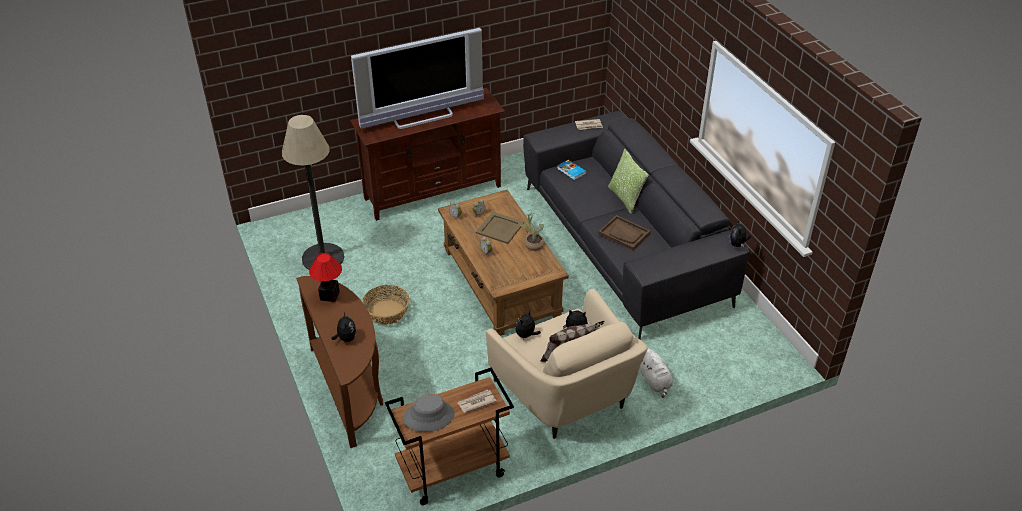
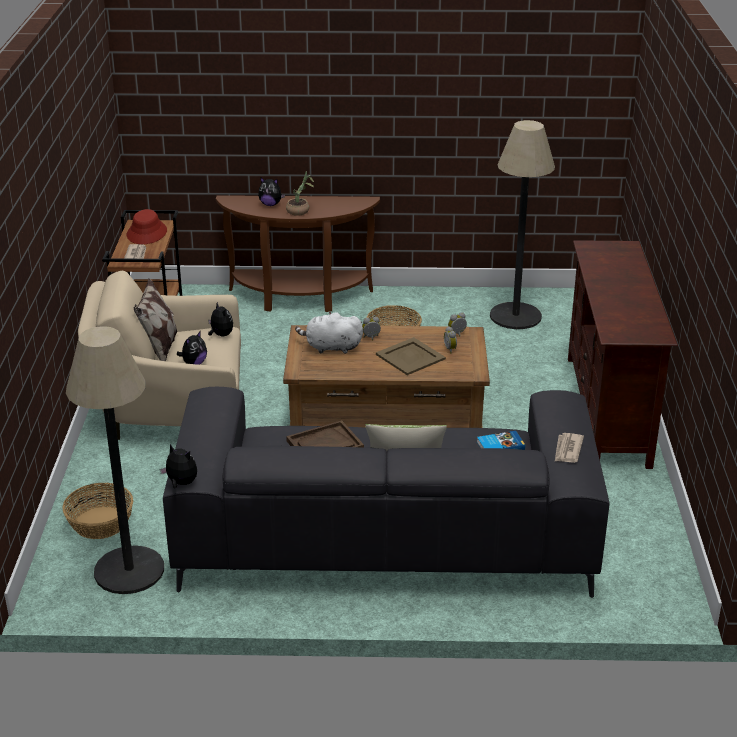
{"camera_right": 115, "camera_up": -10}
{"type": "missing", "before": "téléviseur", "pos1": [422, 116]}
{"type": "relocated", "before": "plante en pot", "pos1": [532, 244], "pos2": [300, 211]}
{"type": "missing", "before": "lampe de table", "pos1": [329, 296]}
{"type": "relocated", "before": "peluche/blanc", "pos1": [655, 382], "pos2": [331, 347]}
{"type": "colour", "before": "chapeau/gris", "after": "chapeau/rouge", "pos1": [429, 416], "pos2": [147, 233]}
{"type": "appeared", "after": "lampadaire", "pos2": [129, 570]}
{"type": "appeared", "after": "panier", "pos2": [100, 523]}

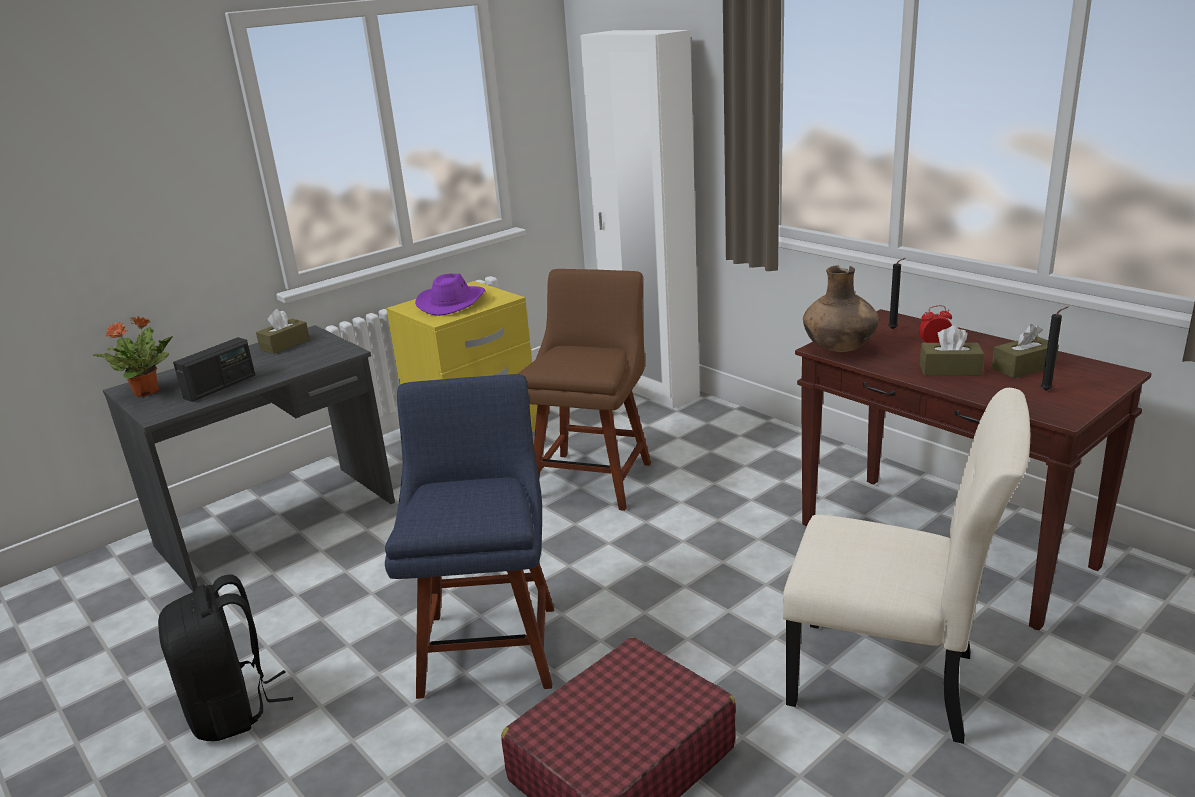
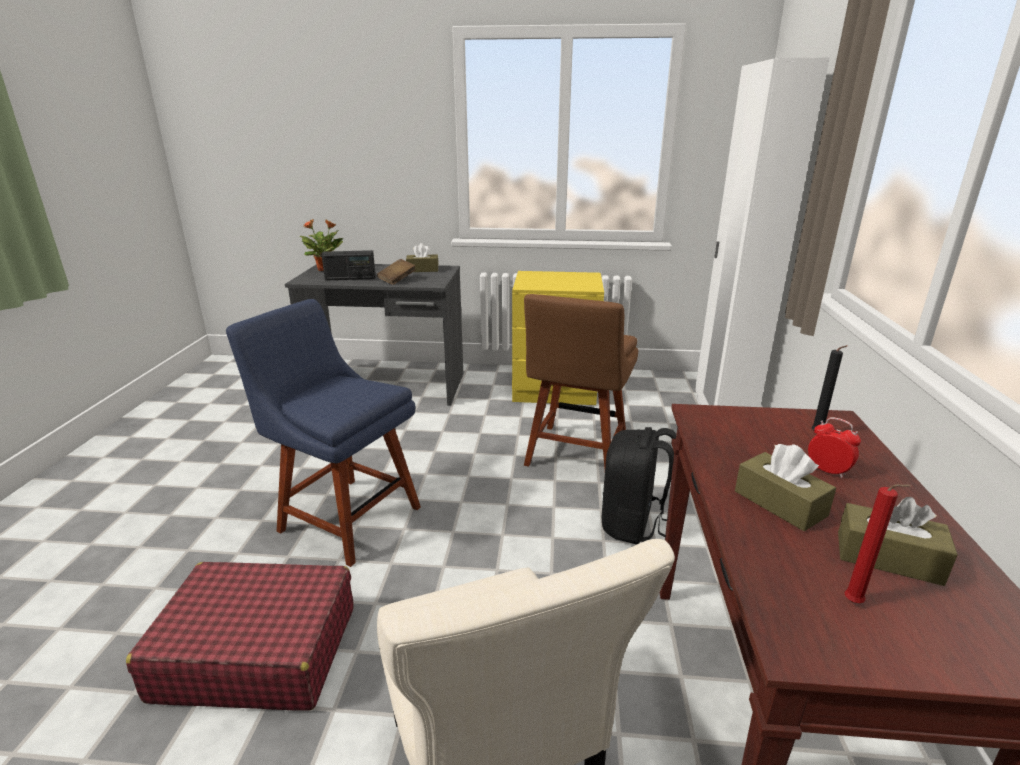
{"camera_right": 45, "camera_up": 0}
{"type": "missing", "before": "vase/marron", "pos1": [839, 349]}
{"type": "spun", "before": "chaise/marron", "pos1": [594, 477], "pos2": [575, 455], "turn": 135}
{"type": "missing", "before": "chapeau/violet", "pos1": [452, 302]}
{"type": "colour", "before": "bougie/noir", "after": "bougie/rouge", "pos1": [1048, 390], "pos2": [855, 604]}
{"type": "spun", "before": "chaise/bleu", "pos1": [489, 643], "pos2": [345, 516], "turn": -105}
{"type": "relocated", "before": "sac à dos/noir", "pos1": [233, 709], "pos2": [634, 524]}
{"type": "appeared", "after": "livre/marron", "pos2": [397, 280]}

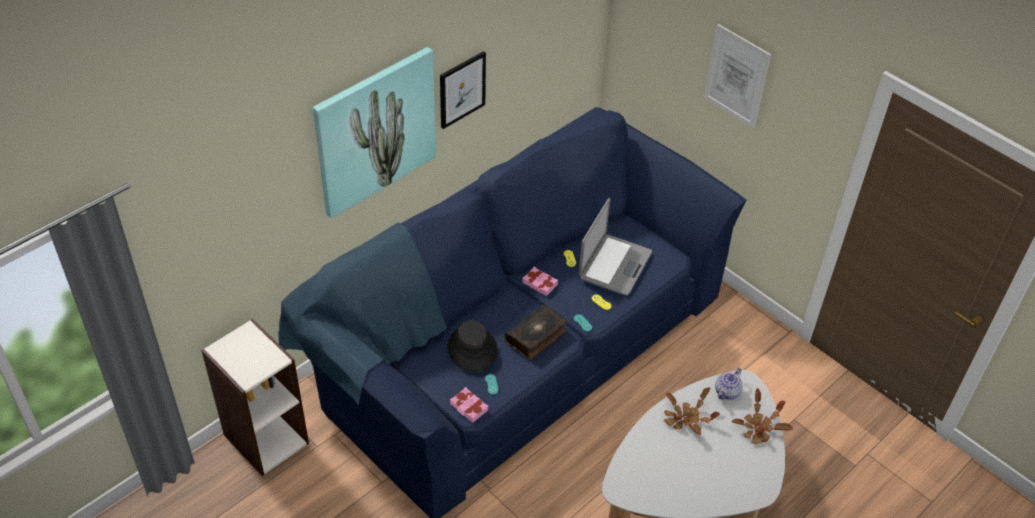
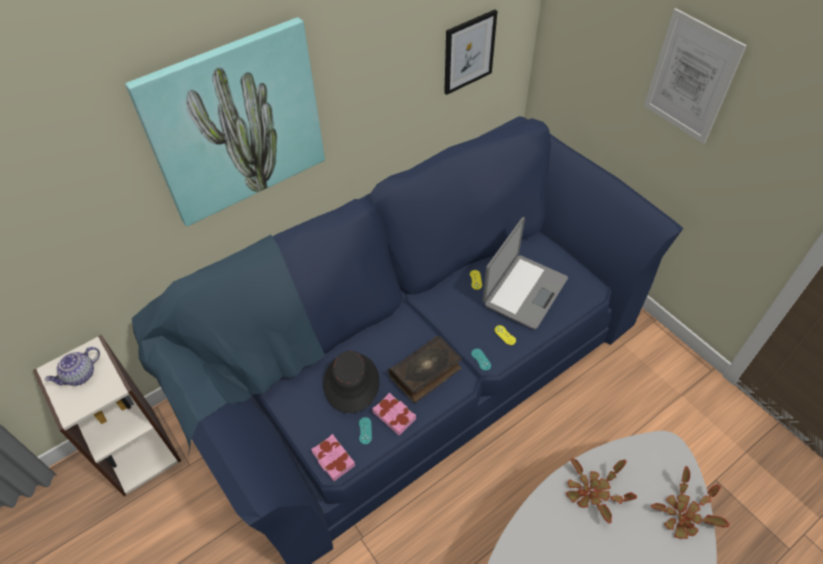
{"camera_right": 10, "camera_up": 5}
{"type": "relocated", "before": "tableau", "pos1": [462, 89], "pos2": [469, 52]}
{"type": "relocated", "before": "livre/rose", "pos1": [540, 283], "pos2": [394, 415]}
{"type": "relocated", "before": "théière", "pos1": [727, 392], "pos2": [80, 375]}

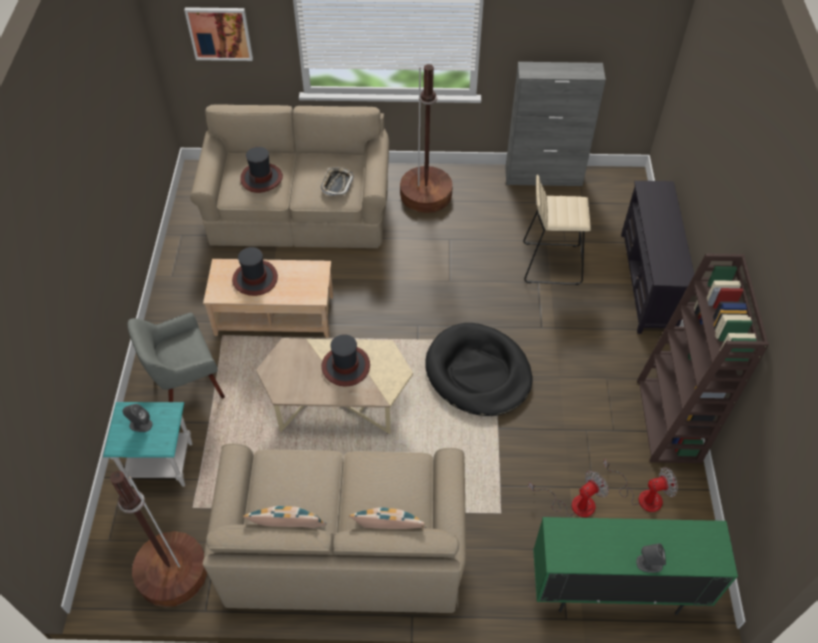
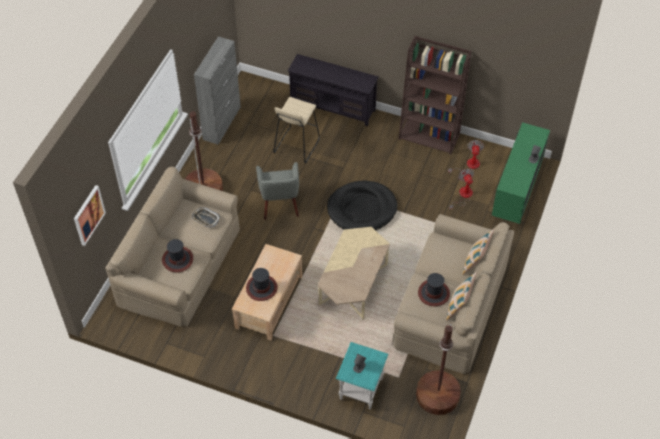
{"camera_right": -70, "camera_up": 0}
{"type": "relocated", "before": "fauteuil/gris", "pos1": [187, 386], "pos2": [279, 204]}
{"type": "relocated", "before": "chapeau", "pos1": [346, 366], "pos2": [434, 293]}

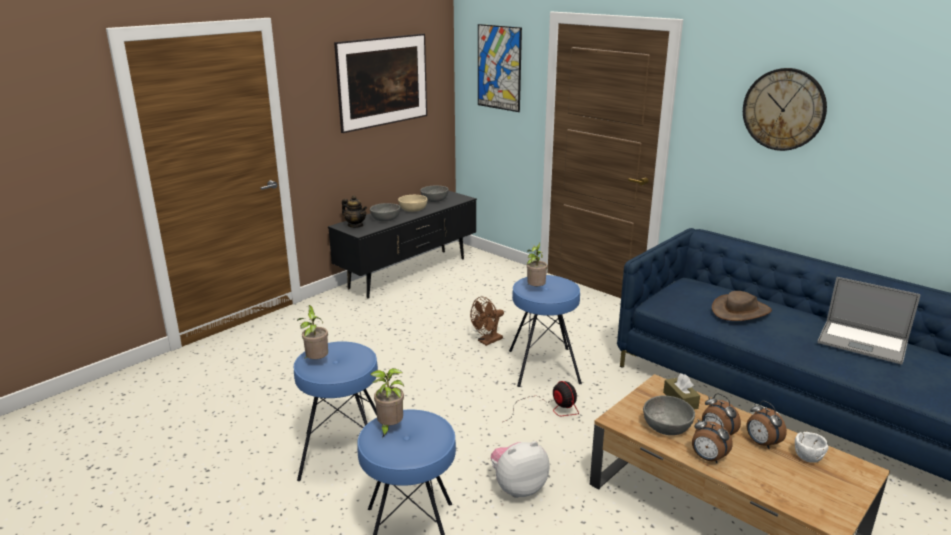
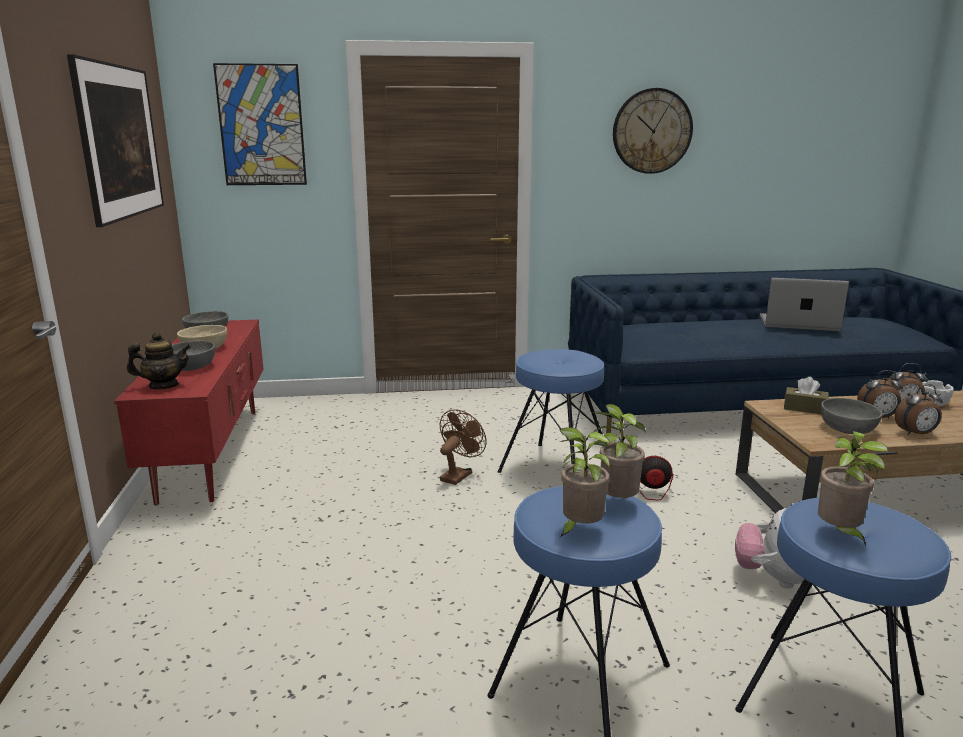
{"camera_right": -50, "camera_up": -5}
{"type": "colour", "before": "meuble télé/noir", "after": "meuble télé/rouge", "pos1": [409, 273], "pos2": [213, 453]}
{"type": "relocated", "before": "plante en pot", "pos1": [535, 289], "pos2": [615, 503]}
{"type": "spun", "before": "ordinateur portable", "pos1": [862, 342], "pos2": [798, 323], "turn": -150}
{"type": "missing", "before": "chapeau/marron", "pos1": [741, 311]}
{"type": "spun", "before": "ventilateur/marron", "pos1": [487, 341], "pos2": [458, 475], "turn": -150}

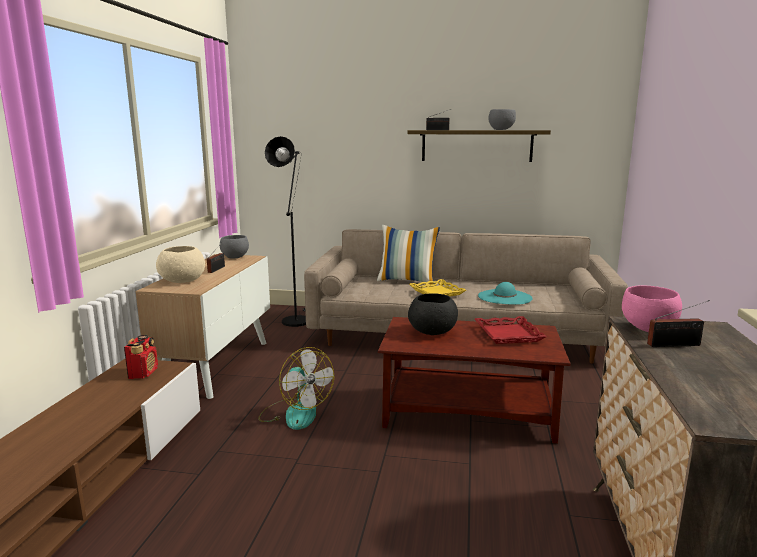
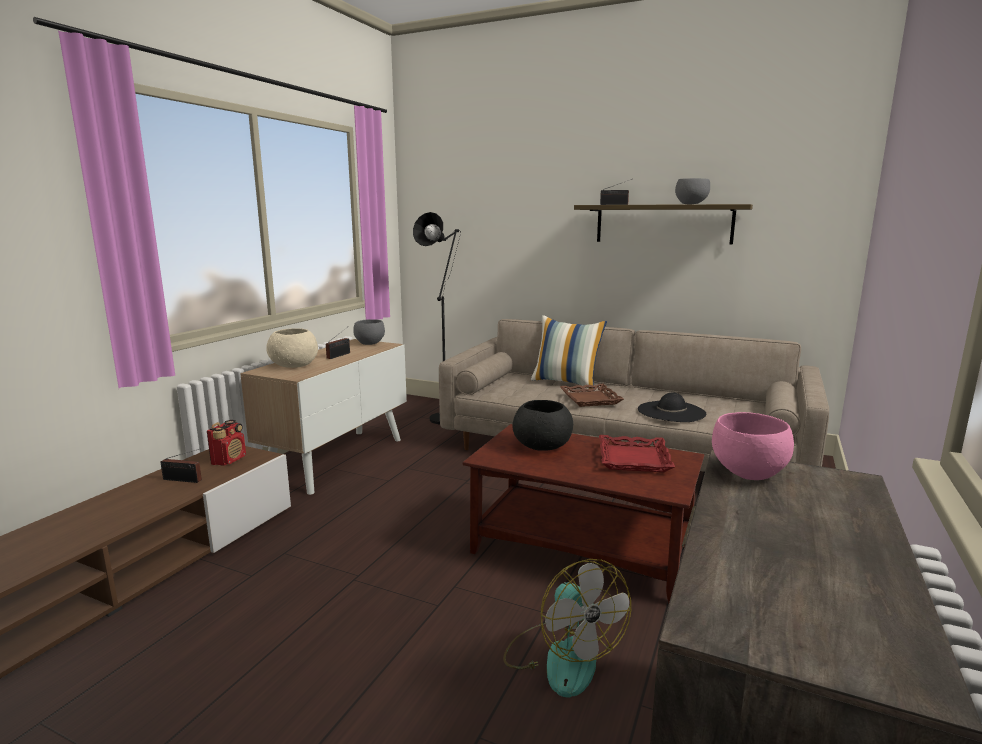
{"camera_right": 15, "camera_up": 0}
{"type": "colour", "before": "plateau/jaune", "after": "plateau/marron", "pos1": [436, 292], "pos2": [590, 399]}
{"type": "colour", "before": "chapeau/turquoise", "after": "chapeau/noir", "pos1": [505, 297], "pos2": [671, 411]}
{"type": "relocated", "before": "radio", "pos1": [676, 345], "pos2": [184, 480]}
{"type": "relocated", "before": "ventilateur", "pos1": [295, 413], "pos2": [561, 656]}

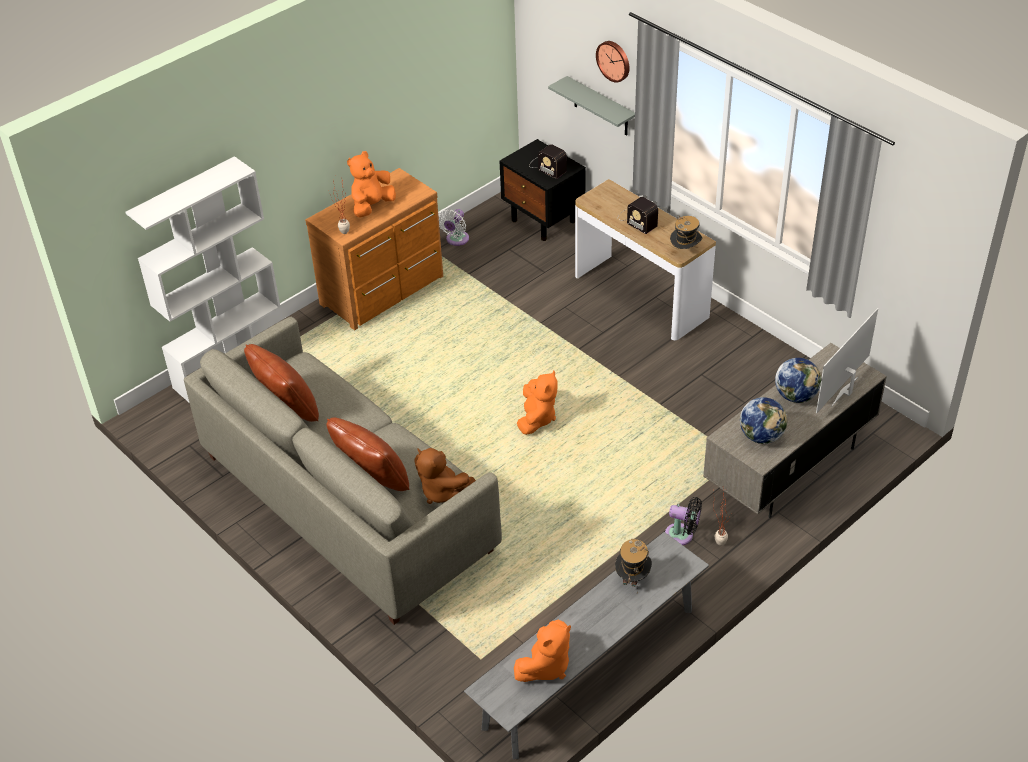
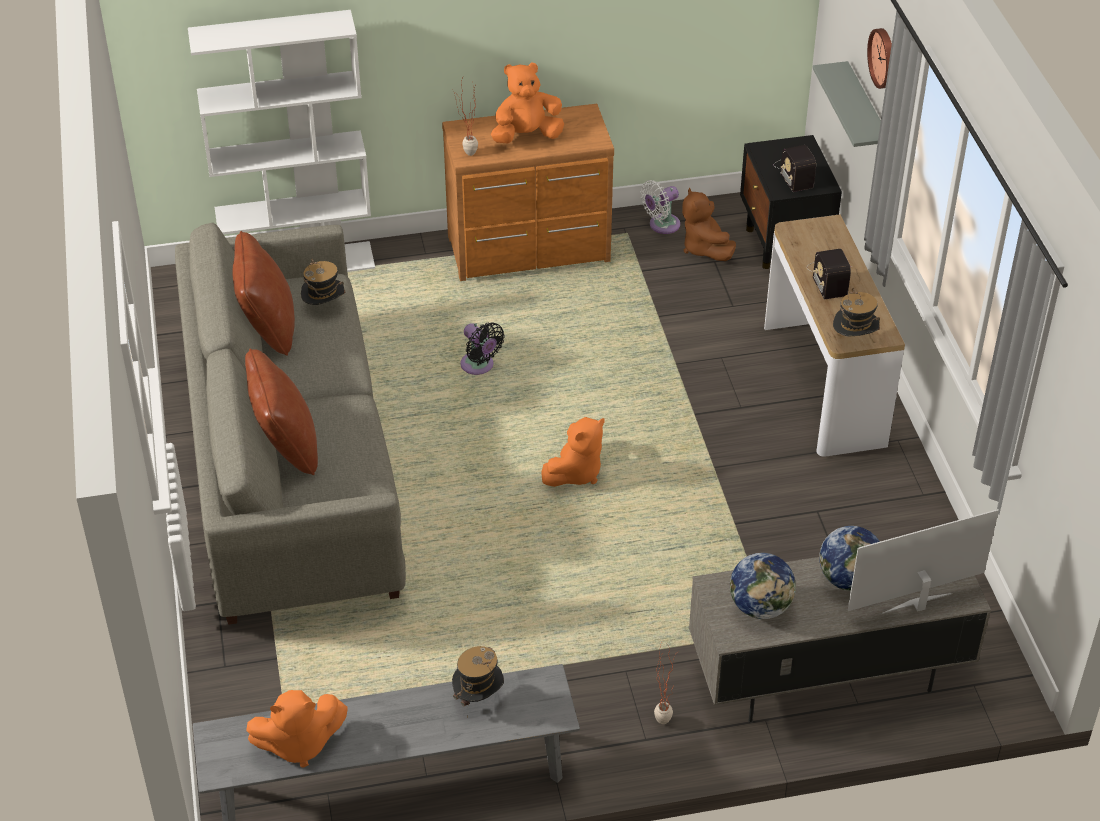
{"camera_right": 30, "camera_up": 0}
{"type": "relocated", "before": "peluche/marron", "pos1": [442, 491], "pos2": [704, 248]}
{"type": "relocated", "before": "ventilateur/noir", "pos1": [682, 535], "pos2": [479, 366]}
{"type": "appeared", "after": "chapeau", "pos2": [324, 308]}

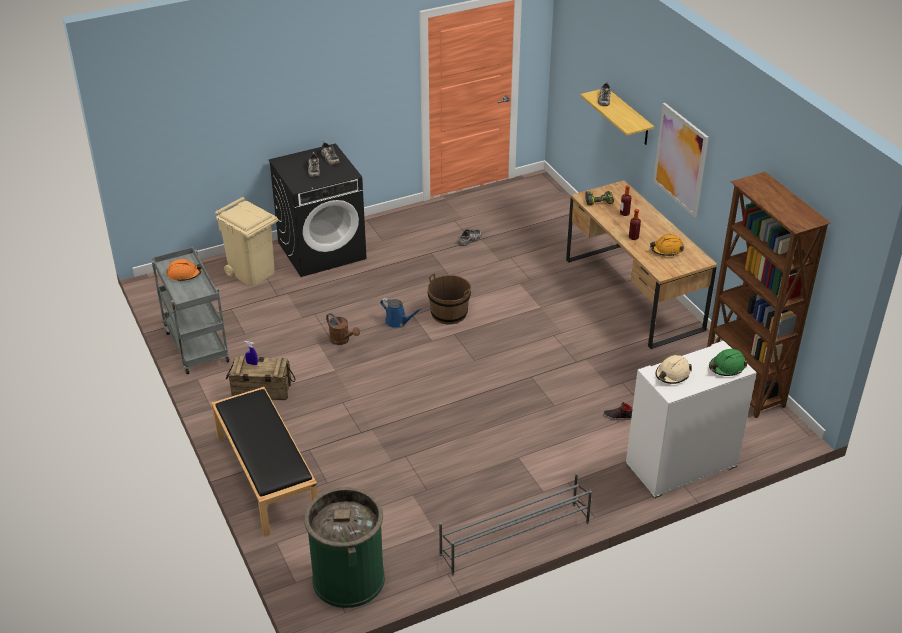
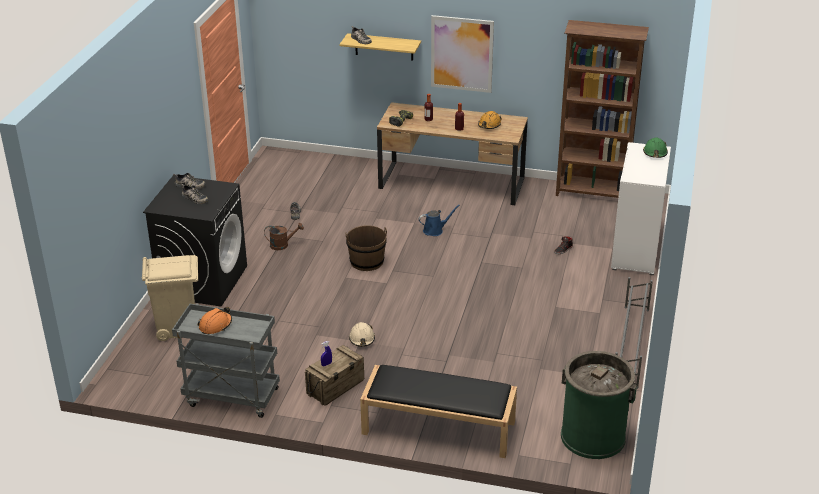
{"camera_right": -50, "camera_up": -5}
{"type": "relocated", "before": "arrosoir/bleu", "pos1": [398, 322], "pos2": [435, 230]}
{"type": "relocated", "before": "arrosoir/marron", "pos1": [342, 340], "pos2": [282, 245]}
{"type": "relocated", "before": "casque de chantier/beige", "pos1": [672, 374], "pos2": [362, 339]}

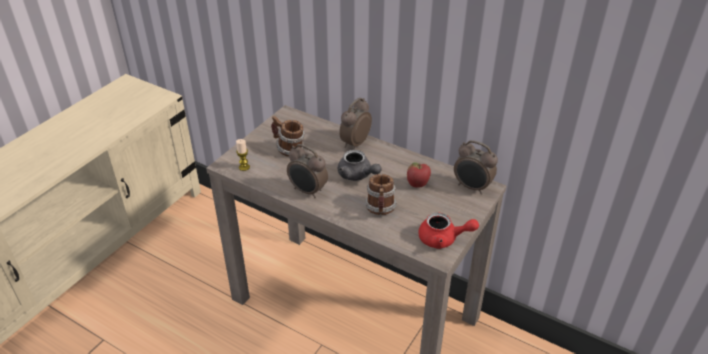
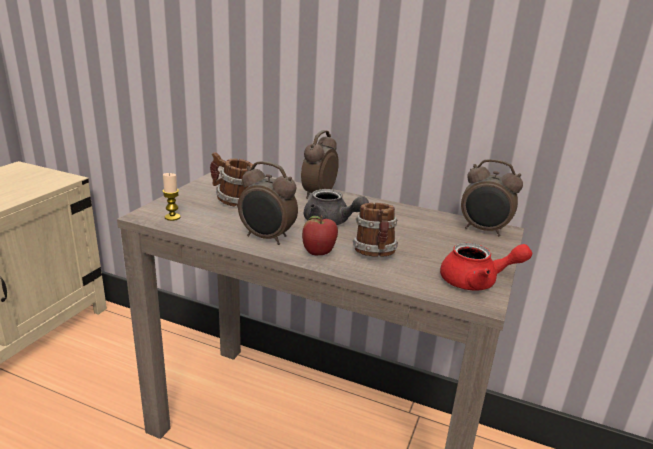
{"camera_right": -10, "camera_up": -15}
{"type": "relocated", "before": "pomme", "pos1": [417, 185], "pos2": [319, 253]}

